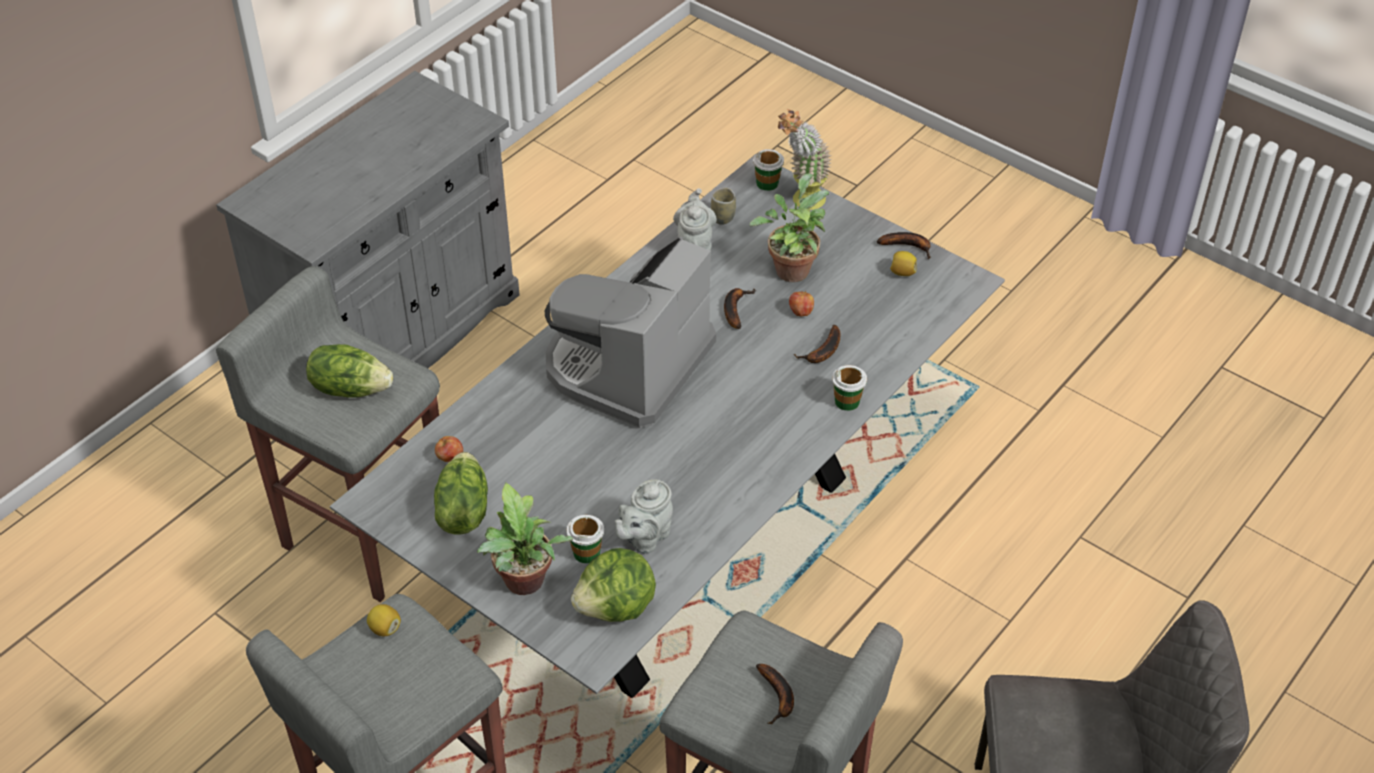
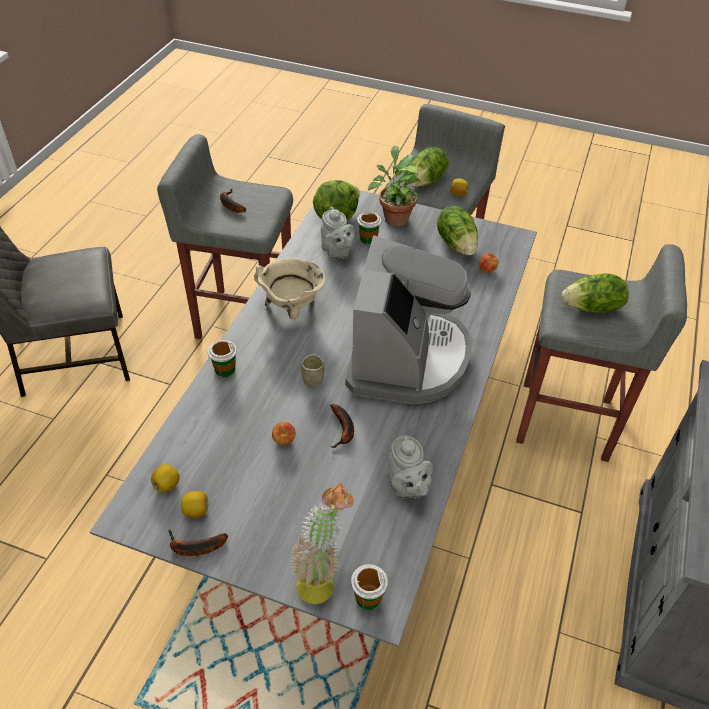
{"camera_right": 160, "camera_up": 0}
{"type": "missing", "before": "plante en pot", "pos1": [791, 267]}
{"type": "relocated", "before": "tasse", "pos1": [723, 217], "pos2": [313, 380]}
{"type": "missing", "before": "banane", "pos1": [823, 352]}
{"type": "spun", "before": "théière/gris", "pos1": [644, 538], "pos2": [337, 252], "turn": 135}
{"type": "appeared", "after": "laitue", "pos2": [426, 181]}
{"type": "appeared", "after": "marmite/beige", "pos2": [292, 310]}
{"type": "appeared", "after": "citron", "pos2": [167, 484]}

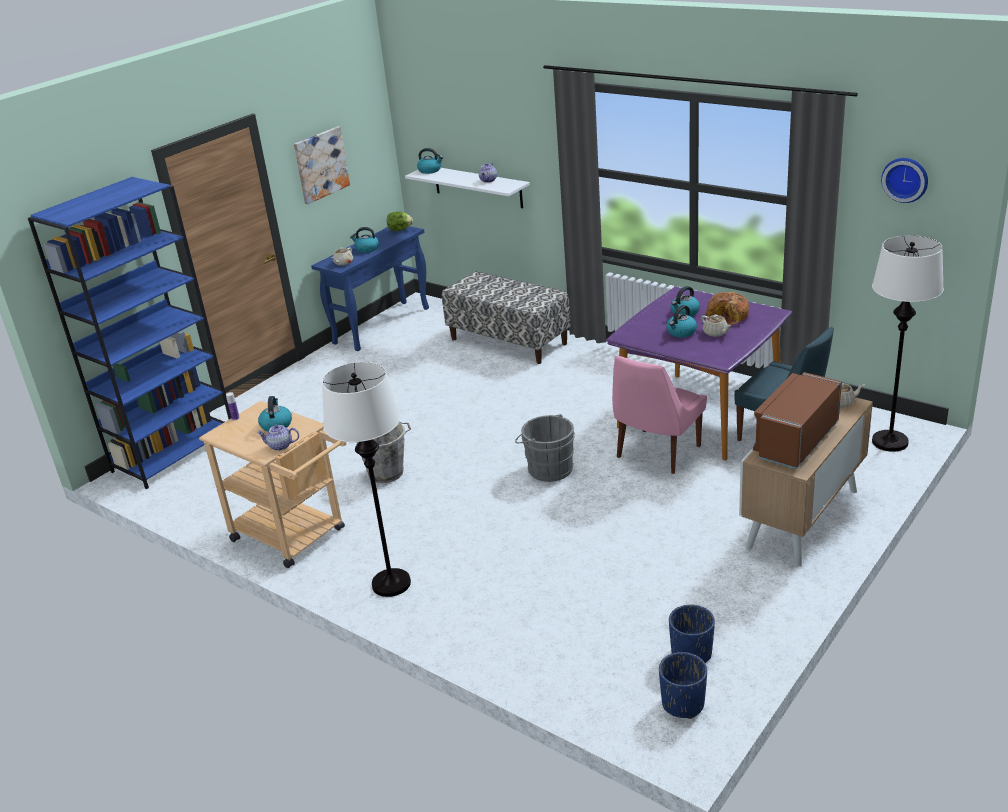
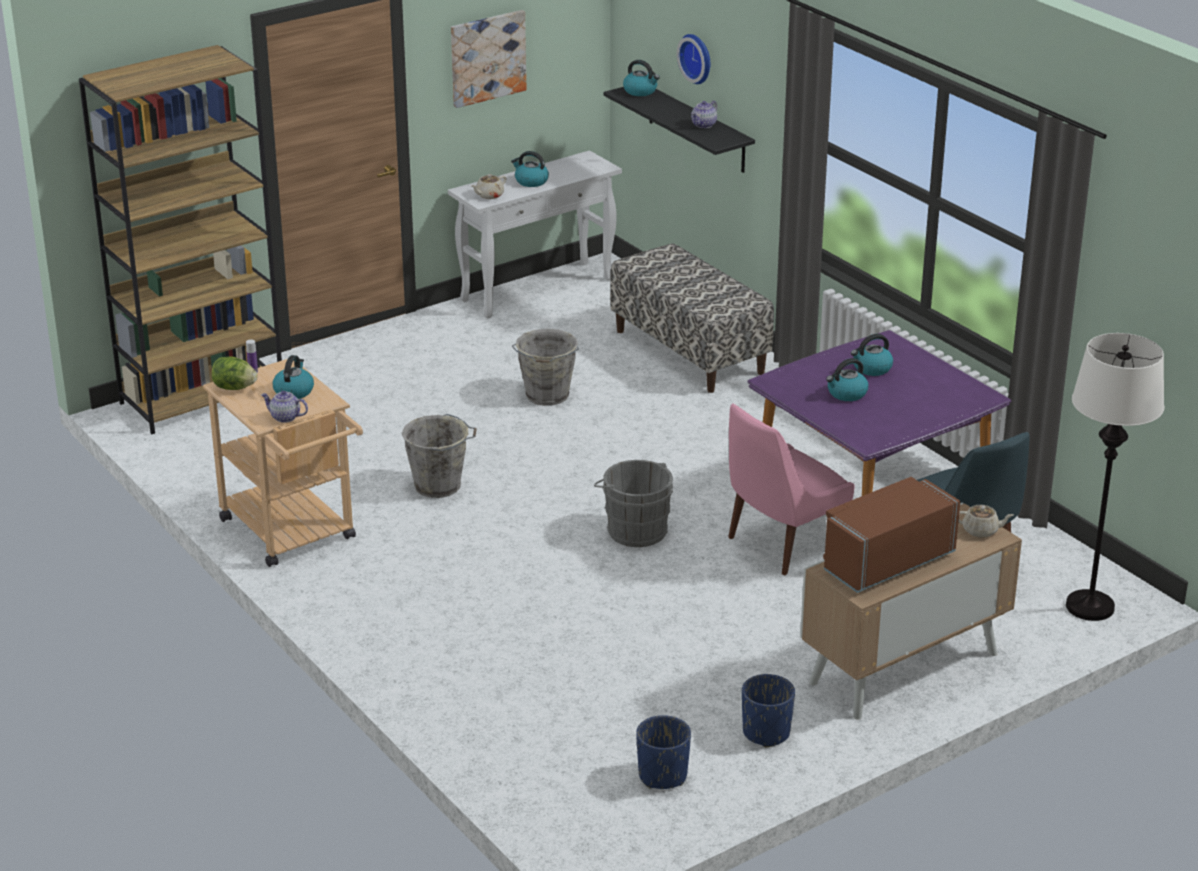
{"camera_right": 15, "camera_up": 0}
{"type": "relocated", "before": "horloge murale", "pos1": [906, 179], "pos2": [697, 58]}
{"type": "colour", "before": "étagère/blanc", "after": "étagère/noir", "pos1": [478, 186], "pos2": [696, 128]}
{"type": "colour", "before": "bibliothèque/bleu", "after": "bibliothèque/marron", "pos1": [175, 452], "pos2": [203, 397]}
{"type": "relocated", "before": "laitue", "pos1": [399, 230], "pos2": [234, 388]}
{"type": "colour", "before": "table console/bleu", "after": "table console/blanc", "pos1": [382, 325], "pos2": [538, 289]}
{"type": "missing", "before": "pain", "pos1": [728, 316]}
{"type": "missing", "before": "théière/beige", "pos1": [715, 333]}
{"type": "missing", "before": "lampadaire/blanc", "pos1": [391, 584]}
{"type": "relocated", "before": "cache-pot/bleu", "pos1": [682, 704], "pos2": [765, 733]}
{"type": "appeared", "after": "seau/gris", "pos2": [547, 396]}

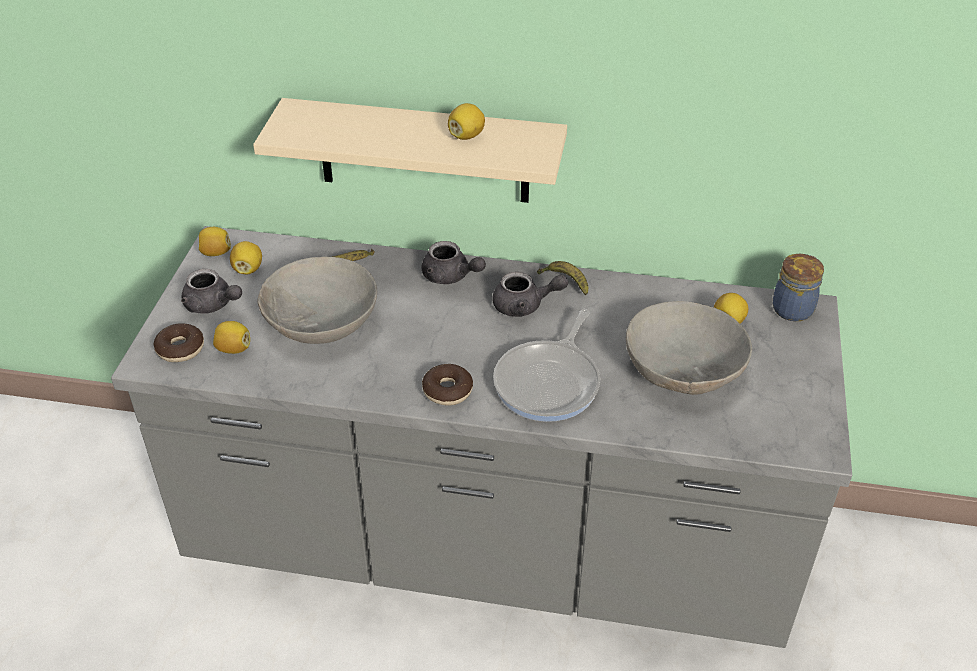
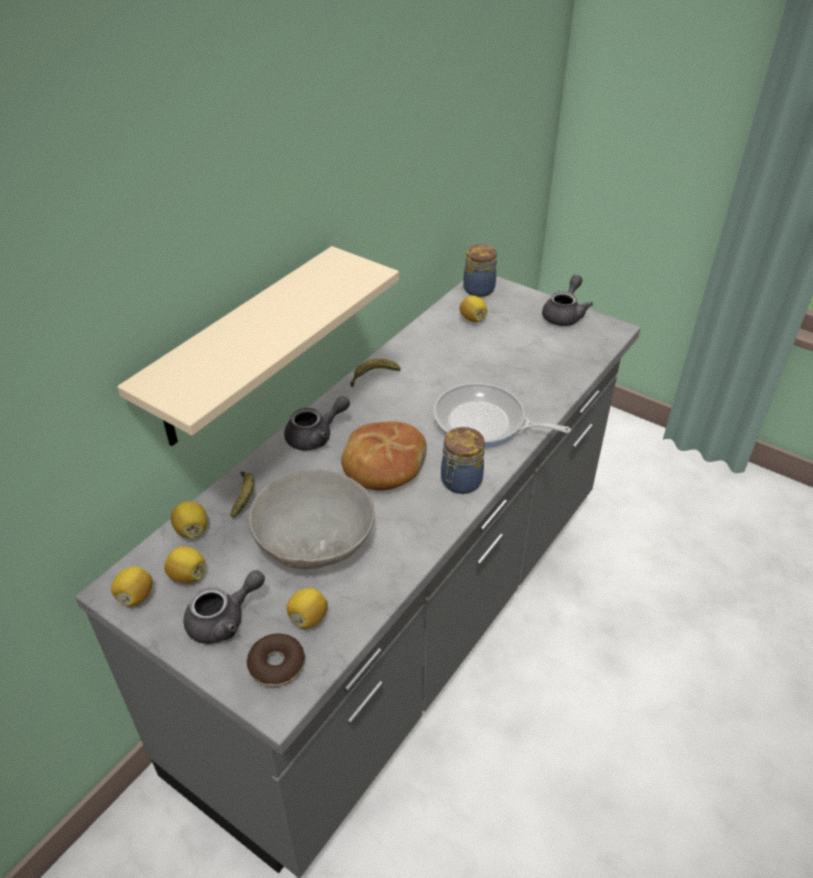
{"camera_right": -65, "camera_up": 0}
{"type": "relocated", "before": "citron", "pos1": [466, 136], "pos2": [192, 530]}
{"type": "relocated", "before": "théière/gris", "pos1": [525, 306], "pos2": [564, 314]}
{"type": "missing", "before": "bol/gris", "pos1": [684, 369]}
{"type": "spun", "before": "poêle", "pos1": [550, 382], "pos2": [484, 423], "turn": 150}
{"type": "exchanged", "before": "beignet", "after": "bocal", "pos1": [447, 390], "pos2": [460, 482]}
{"type": "appeared", "after": "pain", "pos2": [383, 465]}

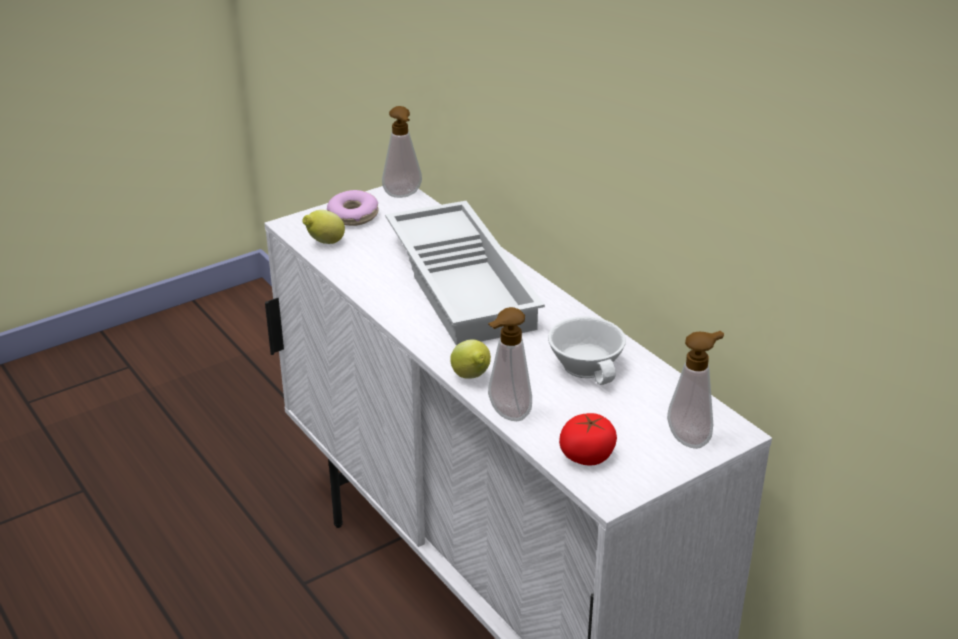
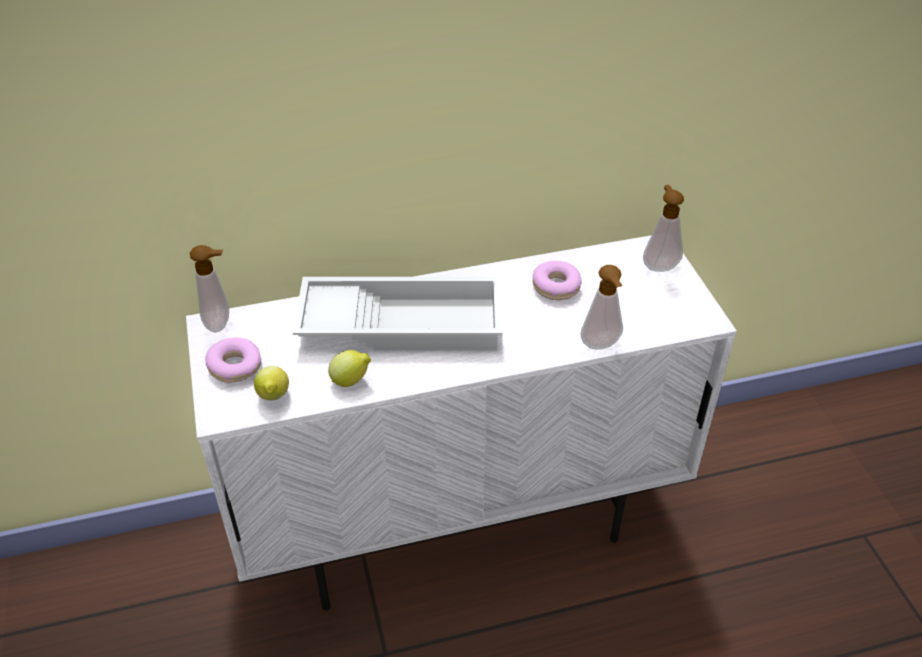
{"camera_right": -70, "camera_up": 10}
{"type": "exchanged", "before": "tasse/blanc", "after": "beignet", "pos1": [589, 366], "pos2": [556, 286]}
{"type": "relocated", "before": "citron", "pos1": [471, 377], "pos2": [351, 381]}
{"type": "missing", "before": "tomate", "pos1": [587, 455]}

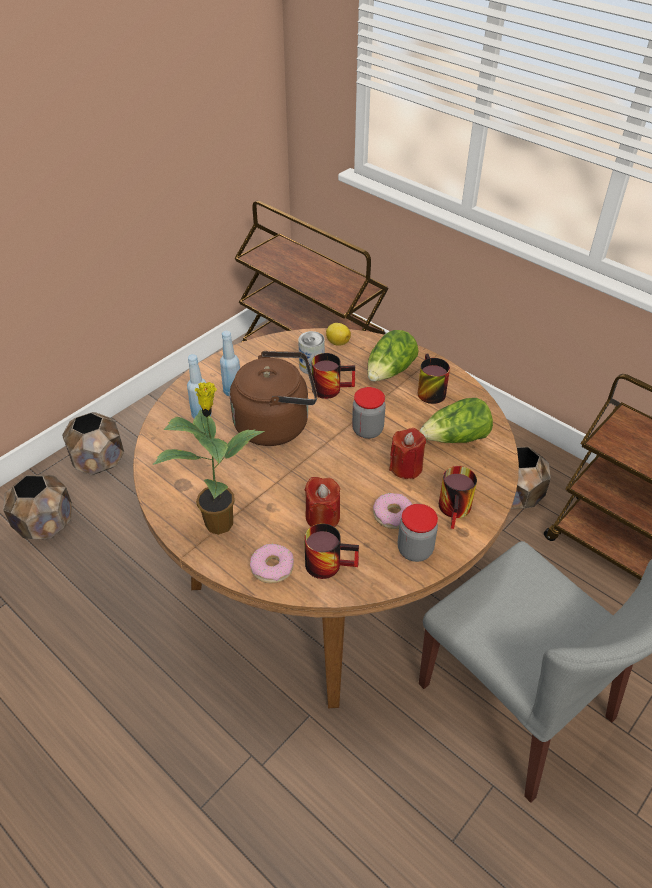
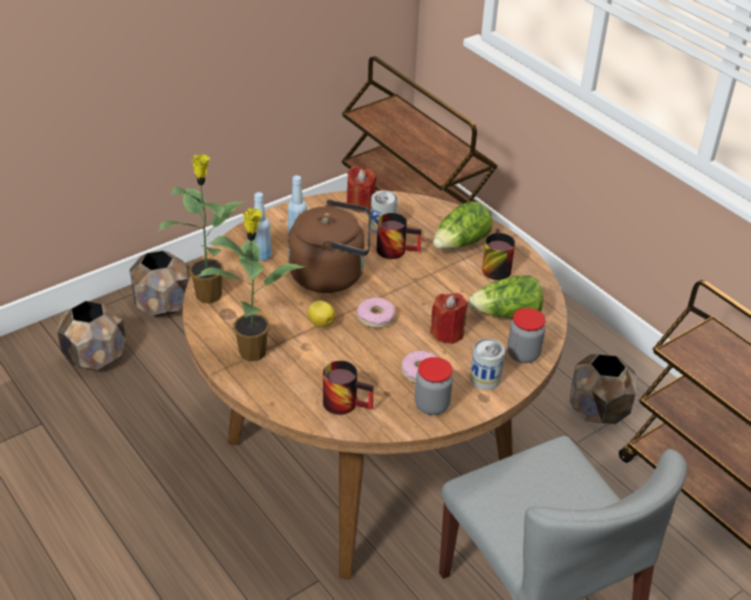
{"camera_right": 10, "camera_up": -5}
{"type": "relocated", "before": "citron", "pos1": [337, 342], "pos2": [321, 323]}
{"type": "relocated", "before": "bocal", "pos1": [367, 430], "pos2": [523, 354]}
{"type": "exchanged", "before": "mug", "after": "boîte métallique", "pos1": [457, 510], "pos2": [485, 378]}
{"type": "relocated", "before": "bougie/rouge", "pos1": [322, 517], "pos2": [360, 204]}
{"type": "relocated", "before": "beignet", "pos1": [272, 568], "pos2": [376, 317]}
{"type": "appeared", "after": "plante en pot", "pos2": [209, 293]}

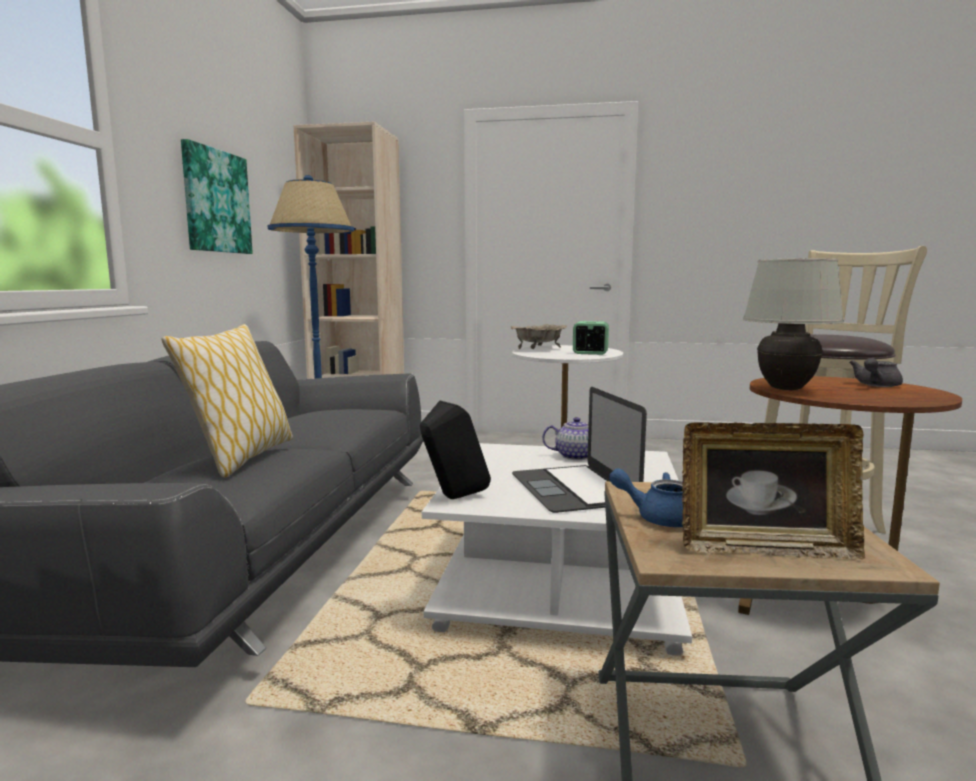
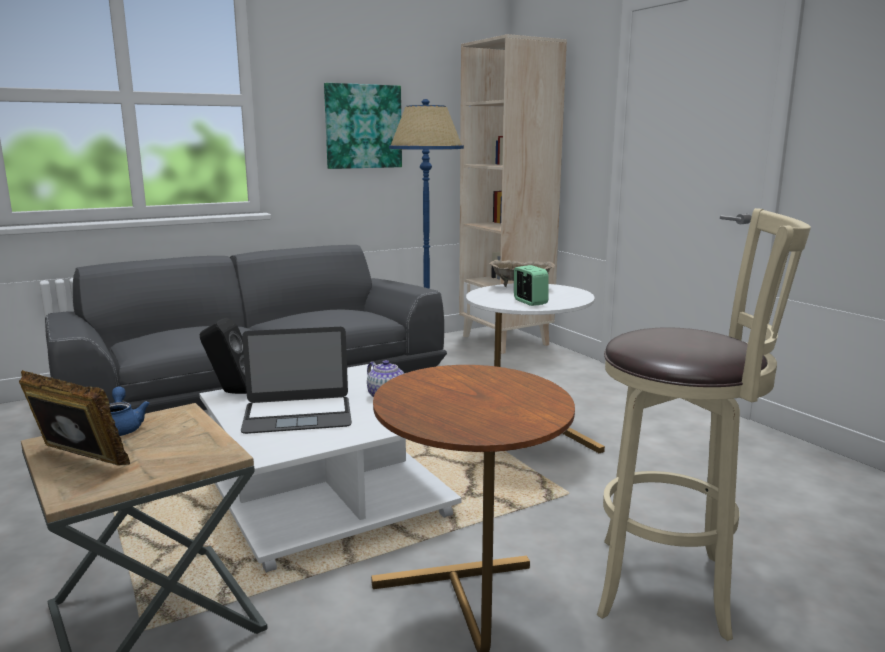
{"camera_right": 50, "camera_up": 5}
{"type": "missing", "before": "lampe de table/blanc", "pos1": [785, 389]}
{"type": "missing", "before": "coussin", "pos1": [242, 457]}
{"type": "missing", "before": "théière/gris", "pos1": [875, 385]}
{"type": "spun", "before": "ordinateur portable", "pos1": [573, 488], "pos2": [297, 415], "turn": -135}
{"type": "spun", "before": "cadre photo", "pos1": [765, 549], "pos2": [77, 461], "turn": 150}

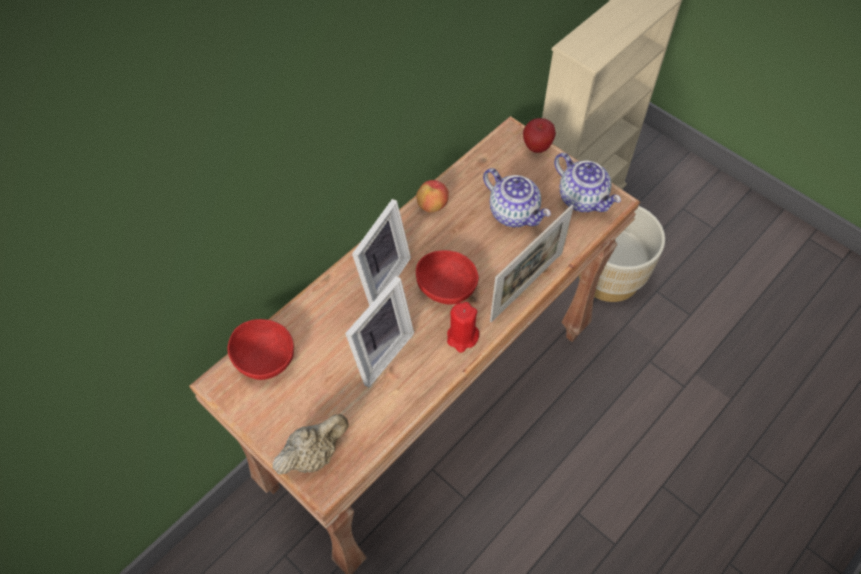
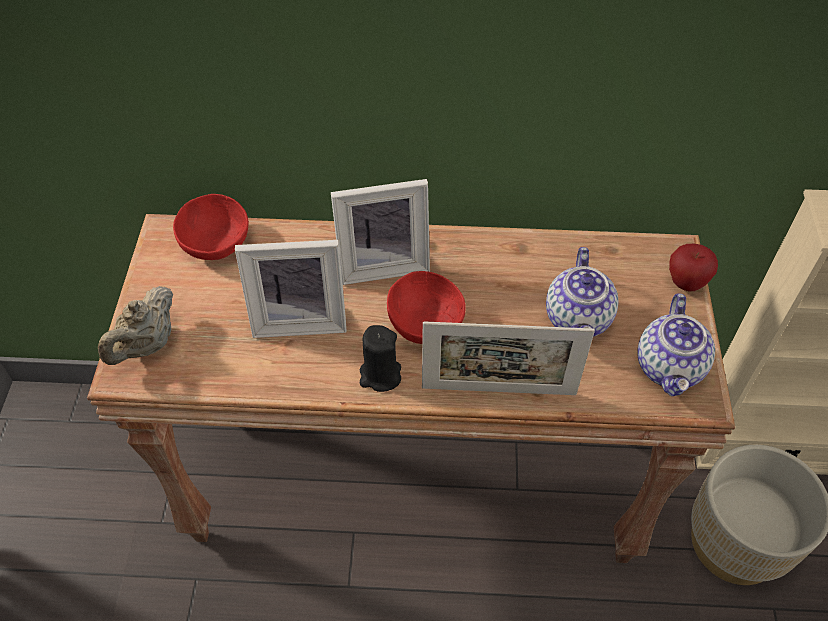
{"camera_right": 50, "camera_up": -5}
{"type": "missing", "before": "pomme", "pos1": [432, 205]}
{"type": "colour", "before": "bougie/rouge", "after": "bougie/noir", "pos1": [462, 337], "pos2": [380, 375]}
{"type": "spun", "before": "théière/beige", "pos1": [314, 454], "pos2": [147, 345], "turn": 105}

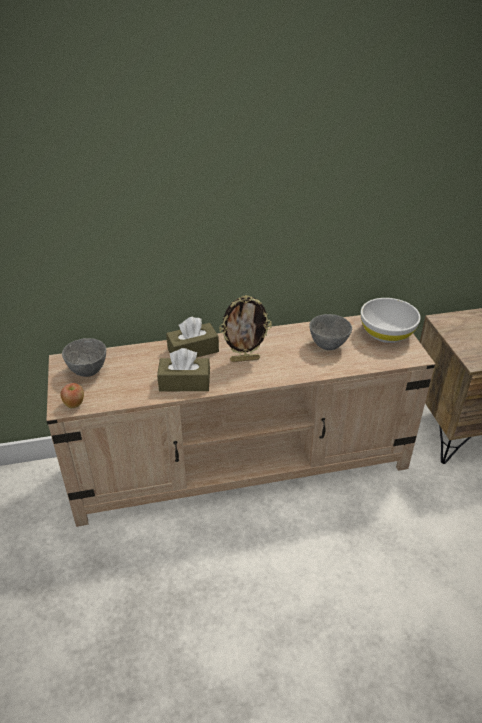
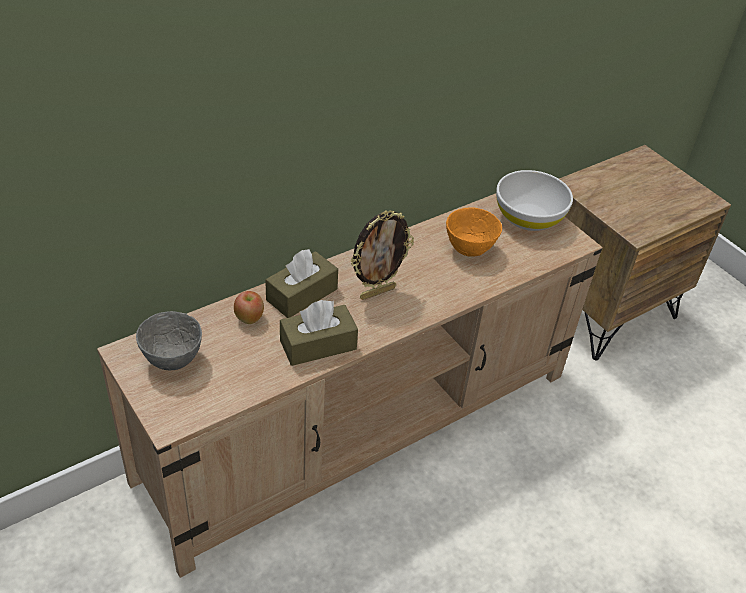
{"camera_right": -25, "camera_up": 5}
{"type": "colour", "before": "bol/gris", "after": "bol/orange", "pos1": [328, 345], "pos2": [468, 249]}
{"type": "relocated", "before": "pomme", "pos1": [74, 404], "pos2": [249, 318]}

